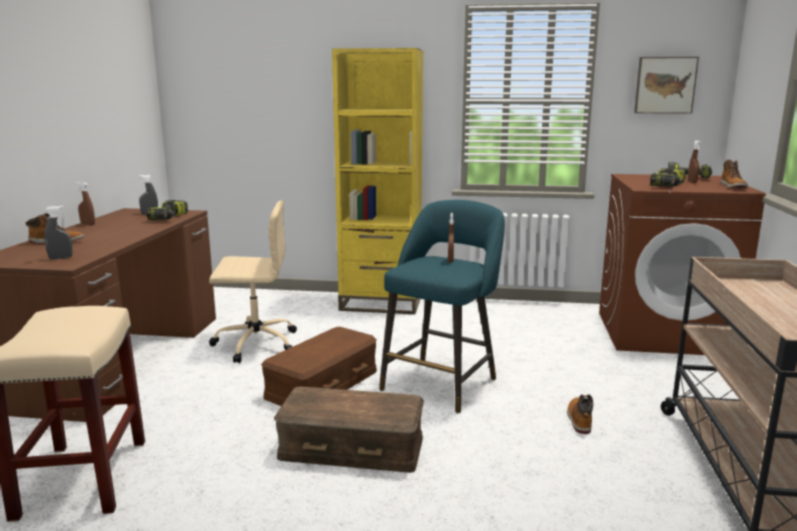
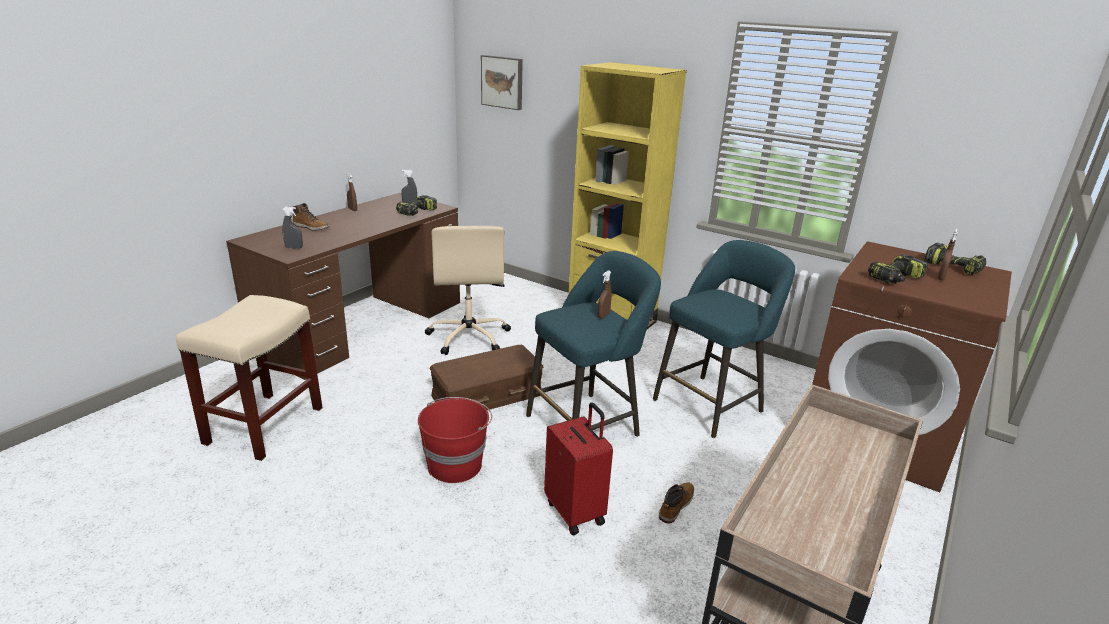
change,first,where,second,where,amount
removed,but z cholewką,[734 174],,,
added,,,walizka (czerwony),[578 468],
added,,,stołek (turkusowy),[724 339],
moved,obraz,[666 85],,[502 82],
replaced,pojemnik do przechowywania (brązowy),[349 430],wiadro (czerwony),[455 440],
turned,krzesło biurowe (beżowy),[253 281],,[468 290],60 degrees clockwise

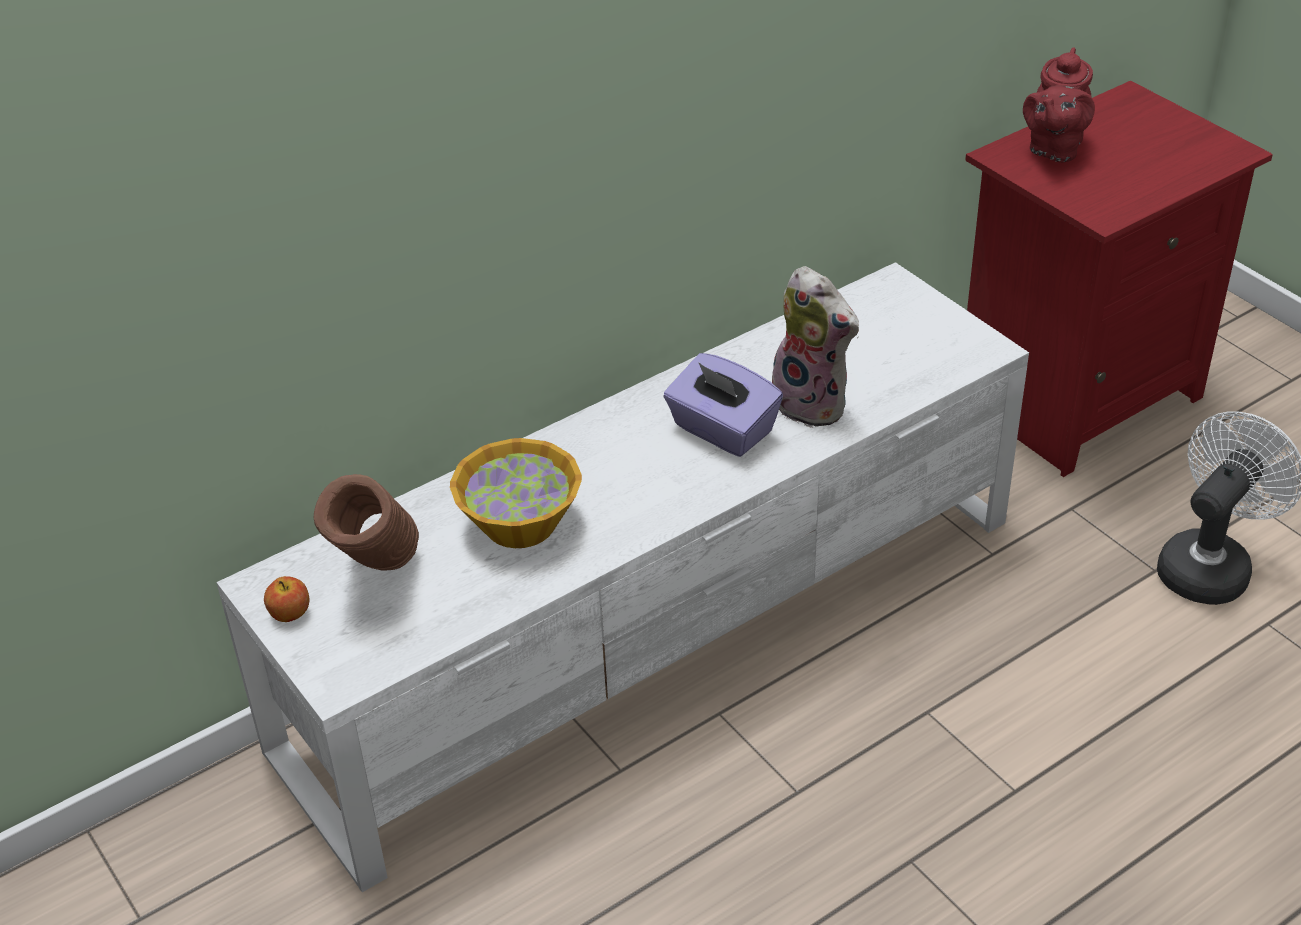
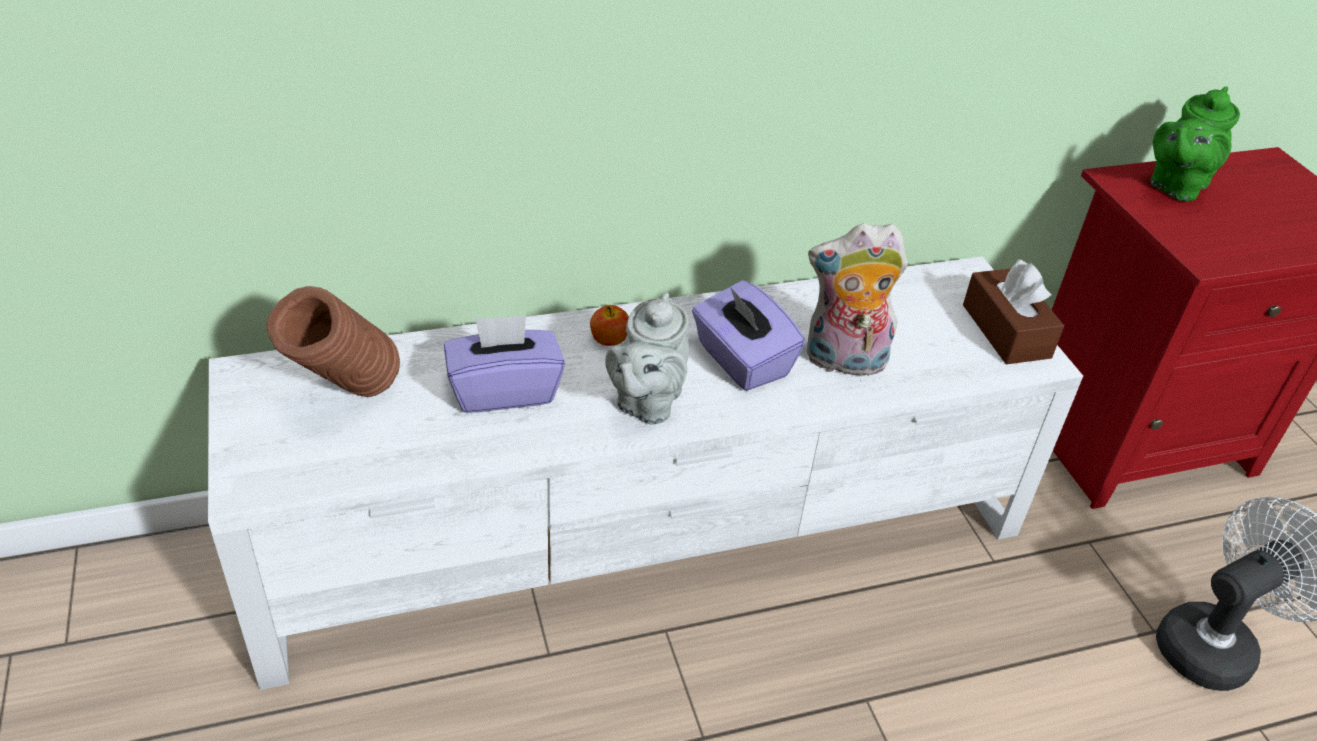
change,first,where,second,where,amount
added,,,imbryk (szary),[647 359],
added,,,pudełko chusteczek (brązowy),[1013 311],
moved,jabłko,[286 599],,[609 325],
replaced,miska,[516 493],pudełko chusteczek (fioletowy),[504 364],
recoloured,imbryk (czerwony),[1059 105],imbryk (zielony),[1195 144],
turned,pluszak,[815 347],,[857 302],120 degrees clockwise

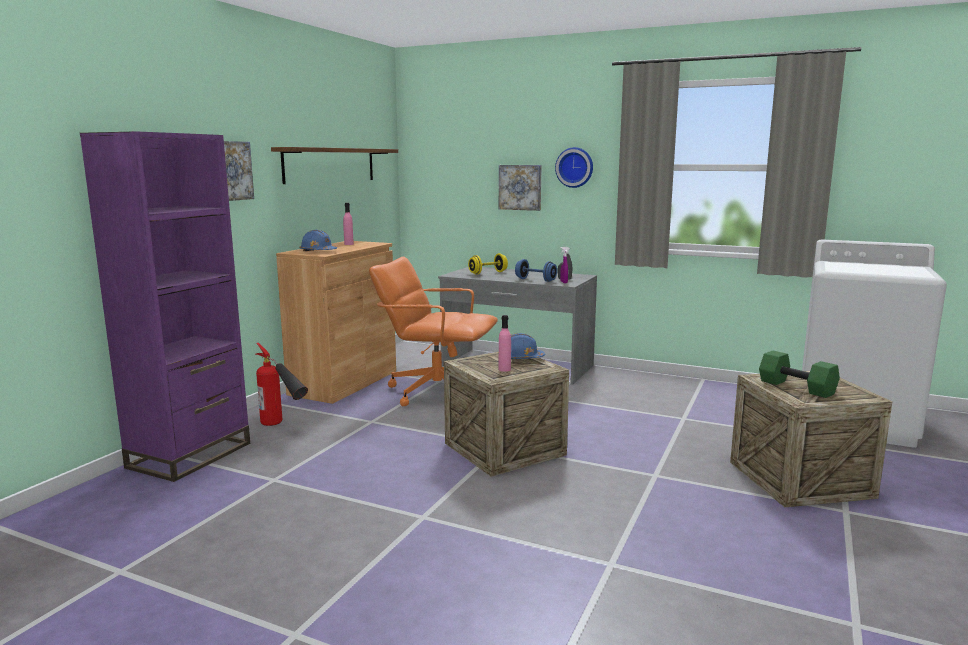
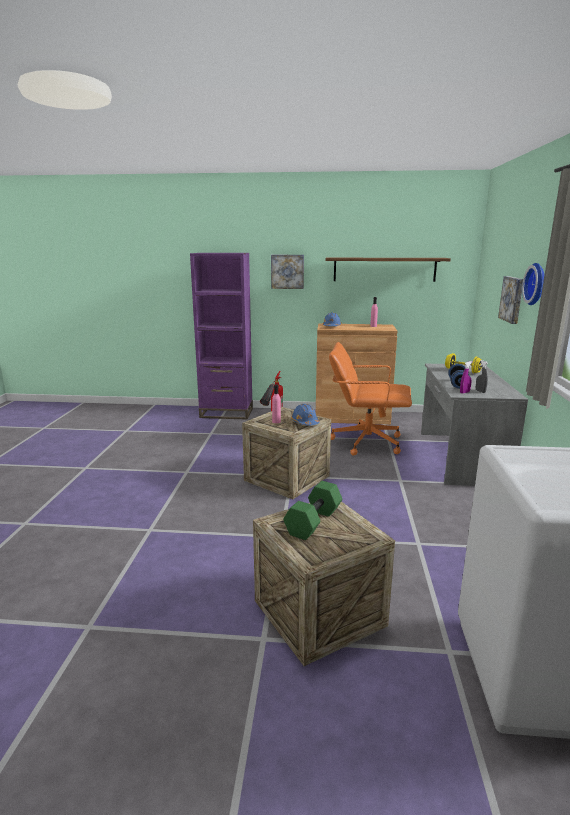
change,first,where,second,where,amount
turned,krzesło biurowe (pomarańczowy),[433 331],,[370 399],75 degrees counterclockwise

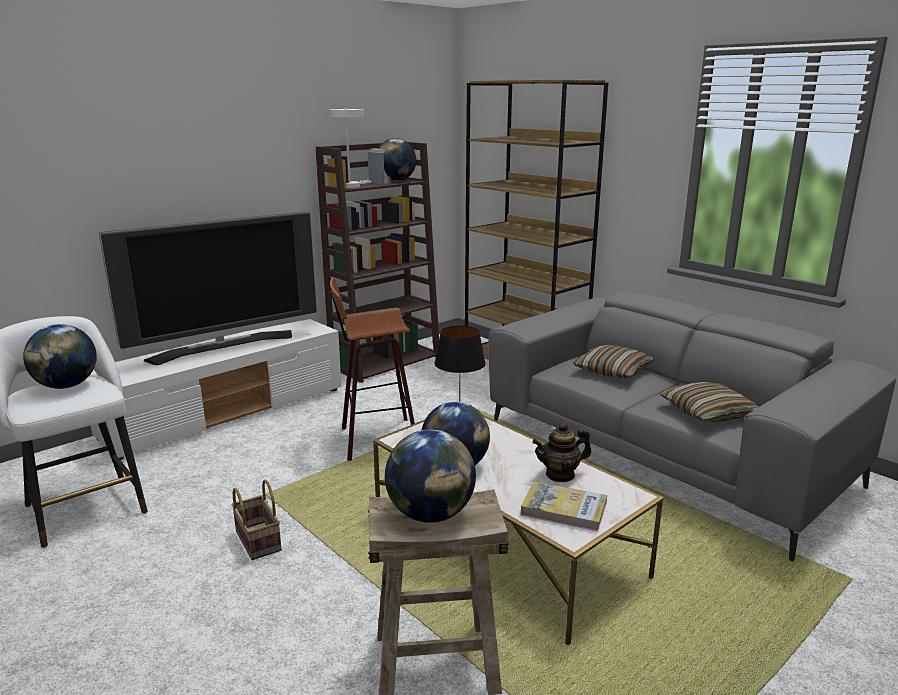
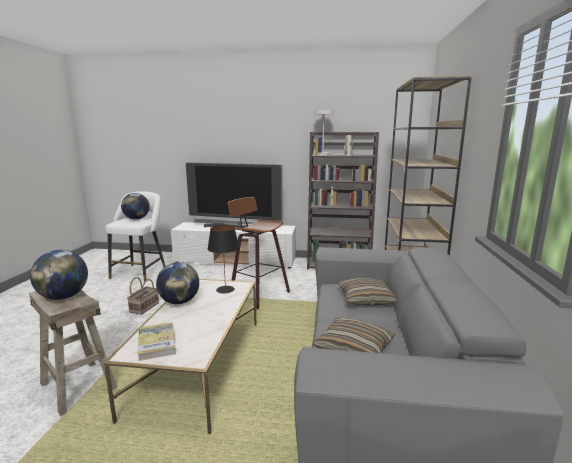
change,first,where,second,where,amount
removed,globus,[397 160],,,
removed,imbryk,[562 452],,,

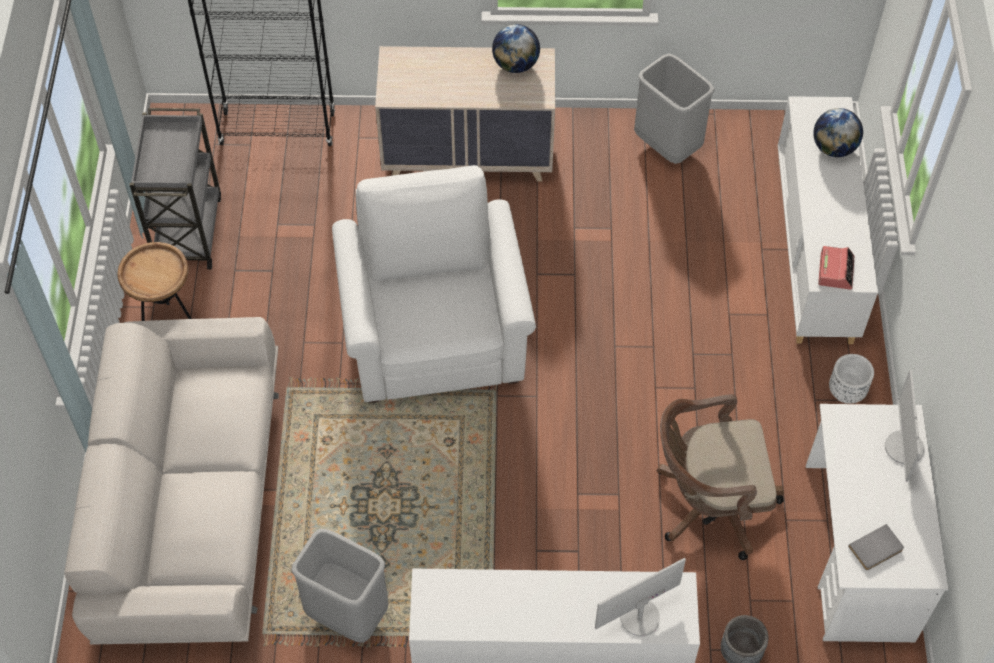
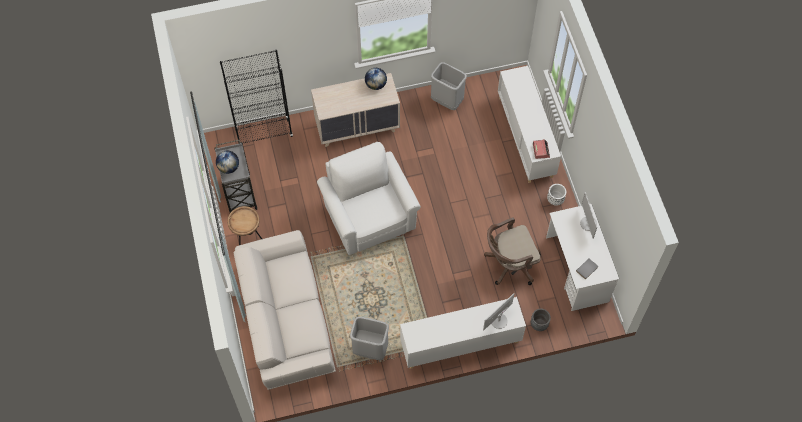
change,first,where,second,where,amount
moved,globus,[838 132],,[227 162],

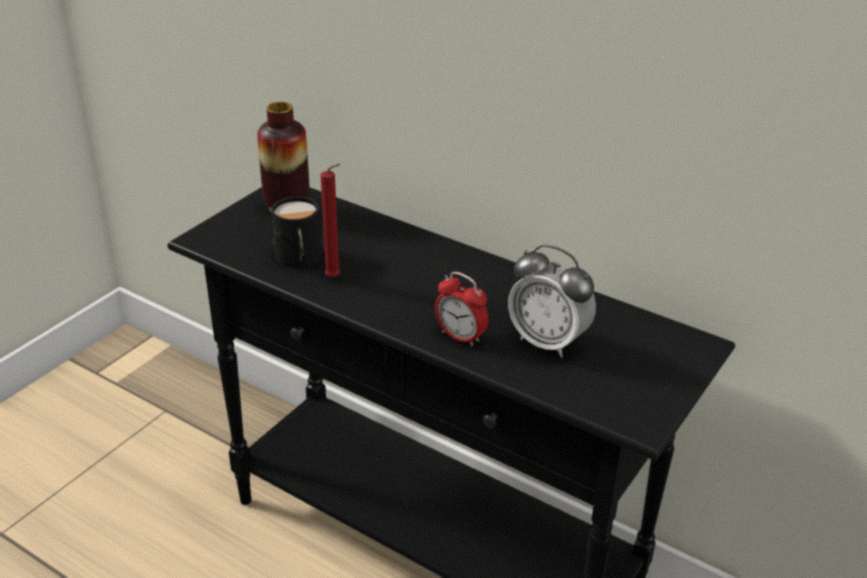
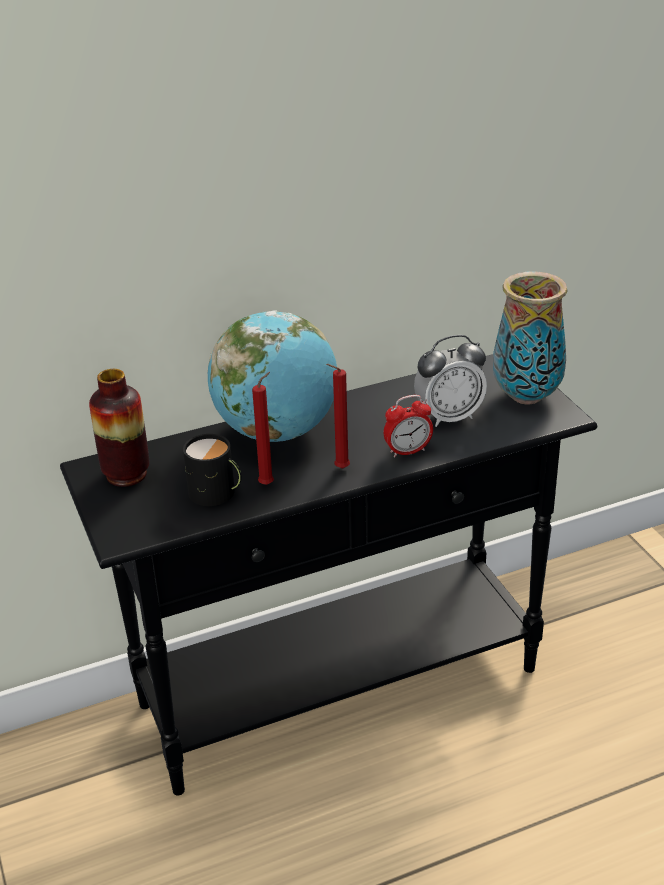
change,first,where,second,where,amount
added,,,globus,[272 376],
added,,,świeca (czerwony),[338 416],
added,,,wazon,[530 338],

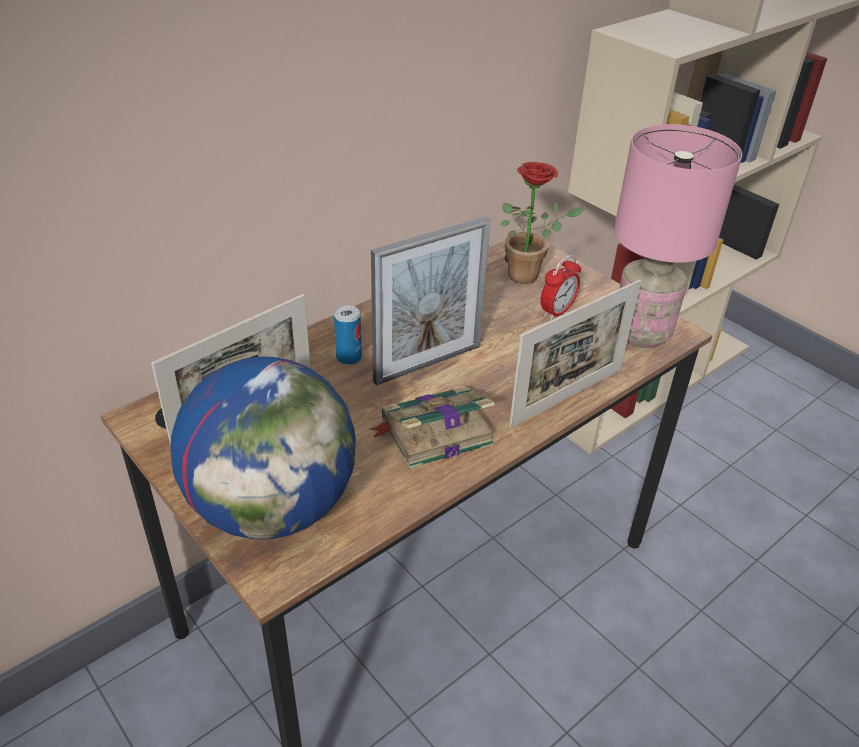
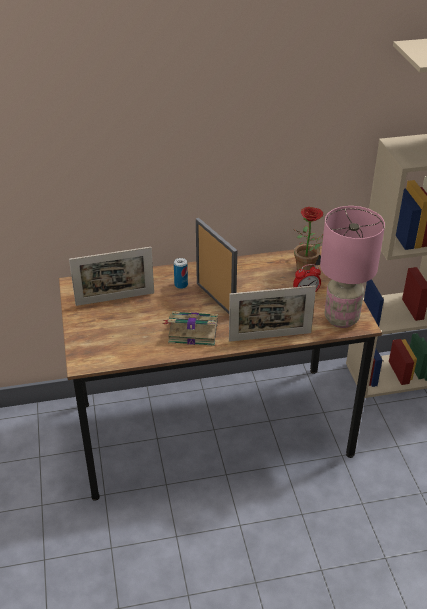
change,first,where,second,where,amount
removed,globus,[263 448],,,
turned,ramka na zdjęcie,[431 301],,[216 266],120 degrees counterclockwise

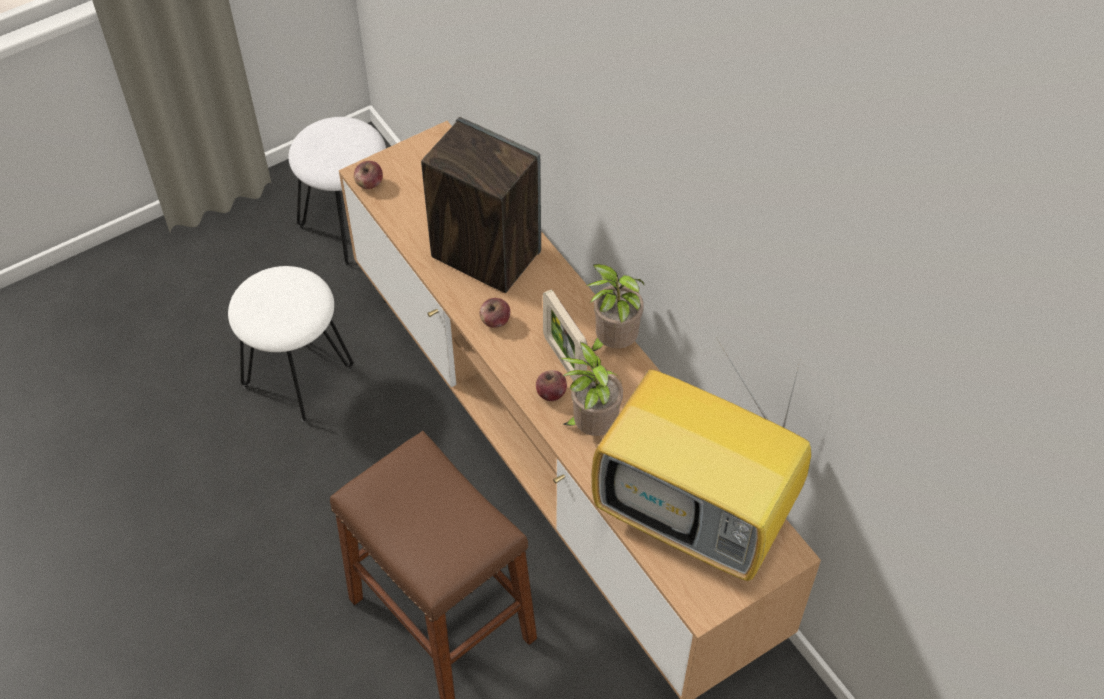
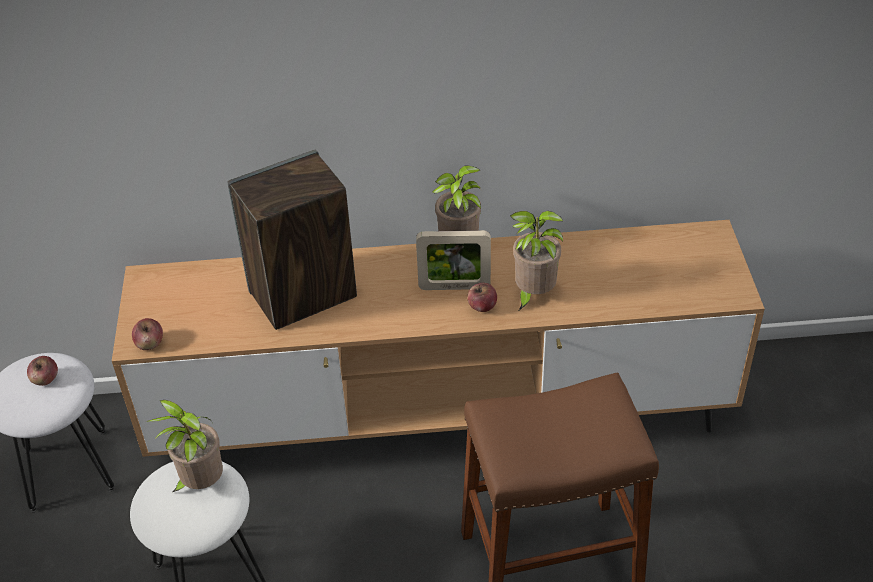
change,first,where,second,where,amount
removed,telewizor,[701 458],,,
added,,,roślina doniczkowa,[184 446],
moved,jabłko,[494 313],,[42 371],

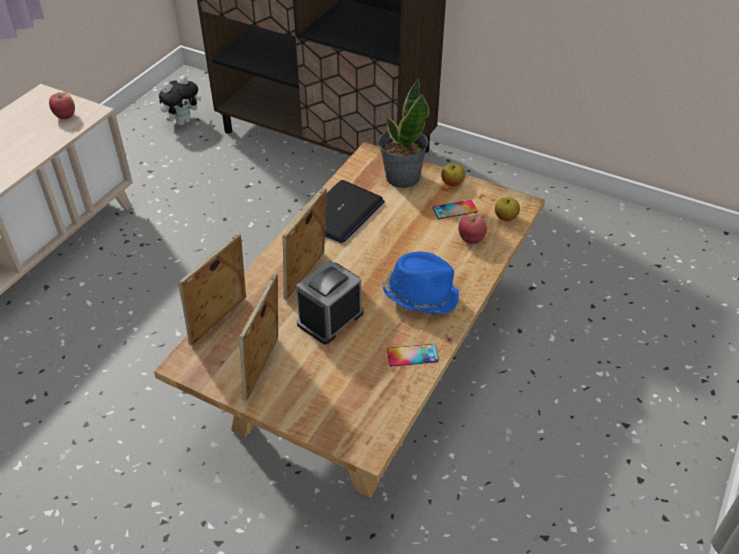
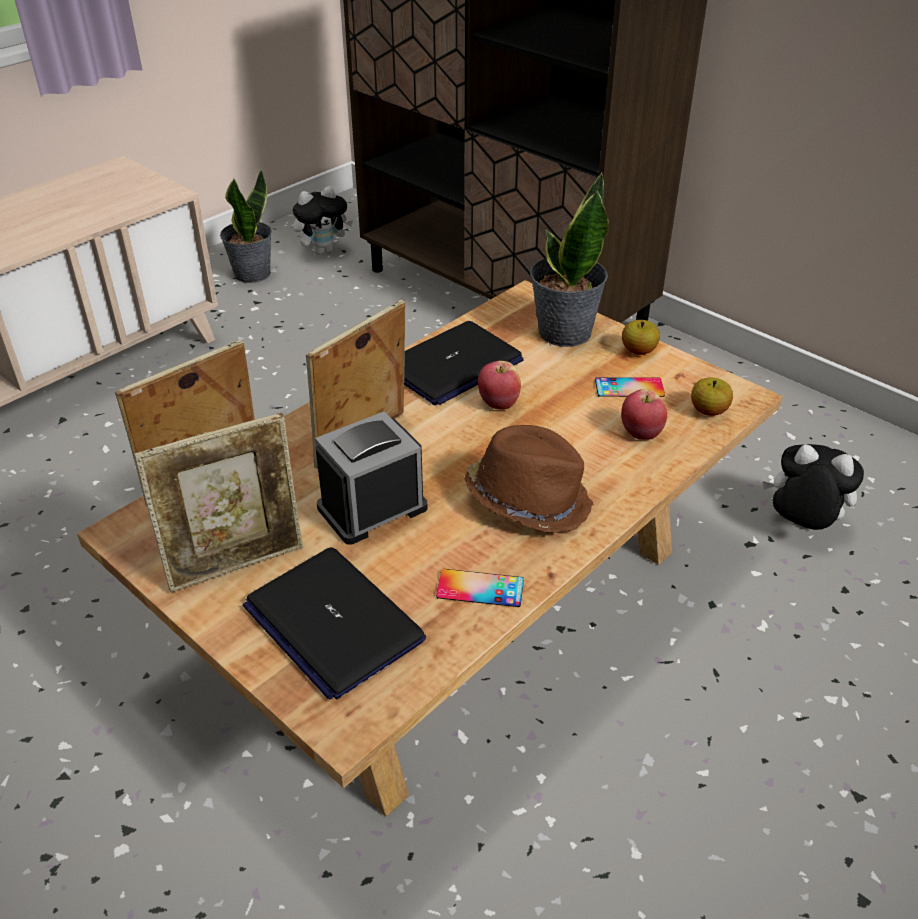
change,first,where,second,where,amount
added,,,roślina doniczkowa,[246 226],
added,,,laptop,[334 623],
added,,,pluszak,[813 487],
moved,jabłko,[62 105],,[499 385],
recoloured,kapelusz (niebieski),[421 282],kapelusz (brązowy),[529 479],
turned,ramka na zdjęcie,[258 337],,[218 503],150 degrees counterclockwise

